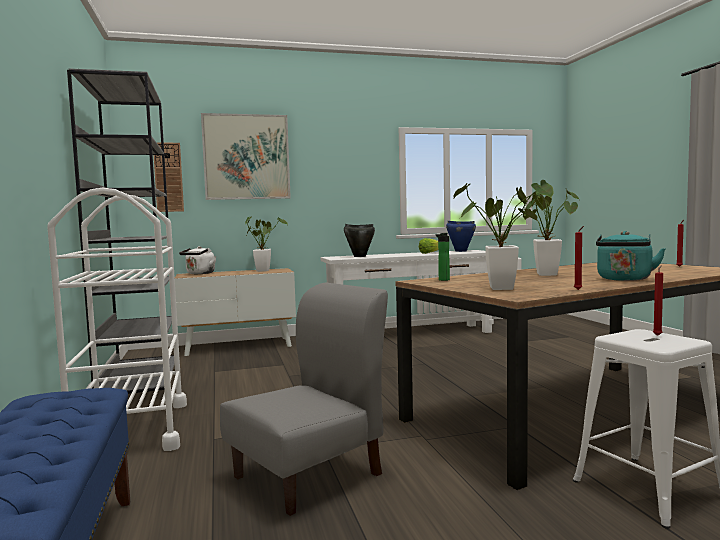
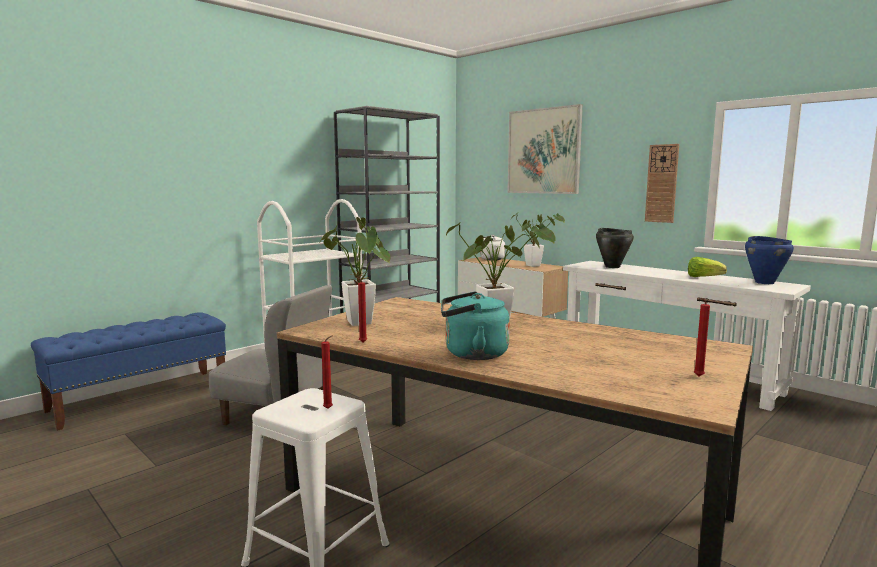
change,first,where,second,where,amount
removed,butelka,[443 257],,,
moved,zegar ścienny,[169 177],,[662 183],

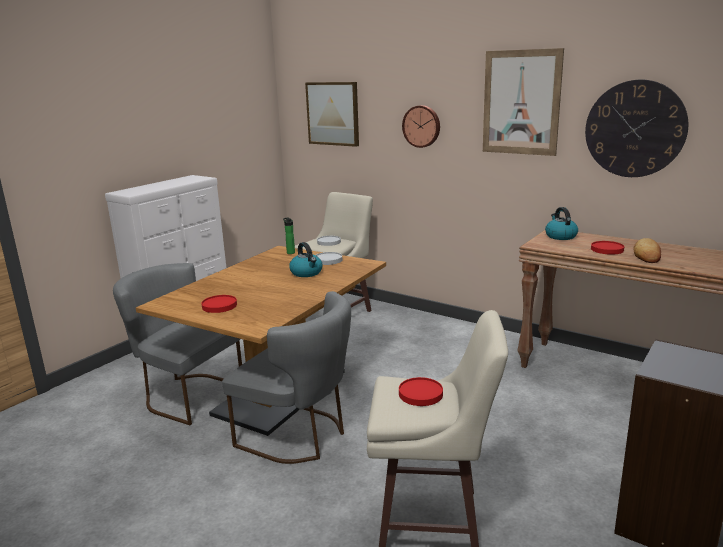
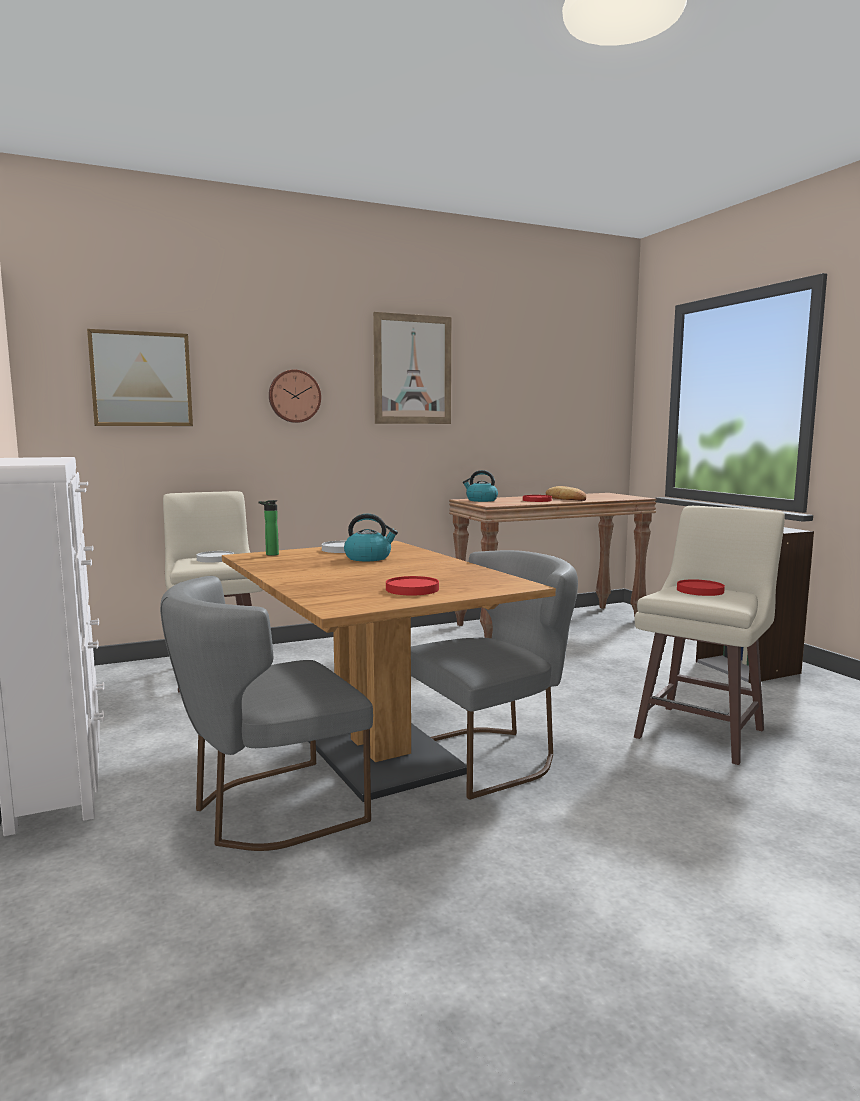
change,first,where,second,where,amount
removed,zegar ścienny,[636 128],,,

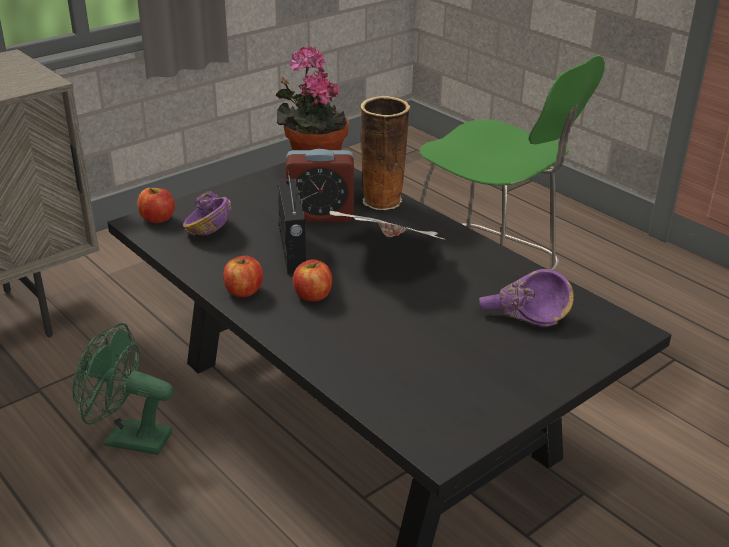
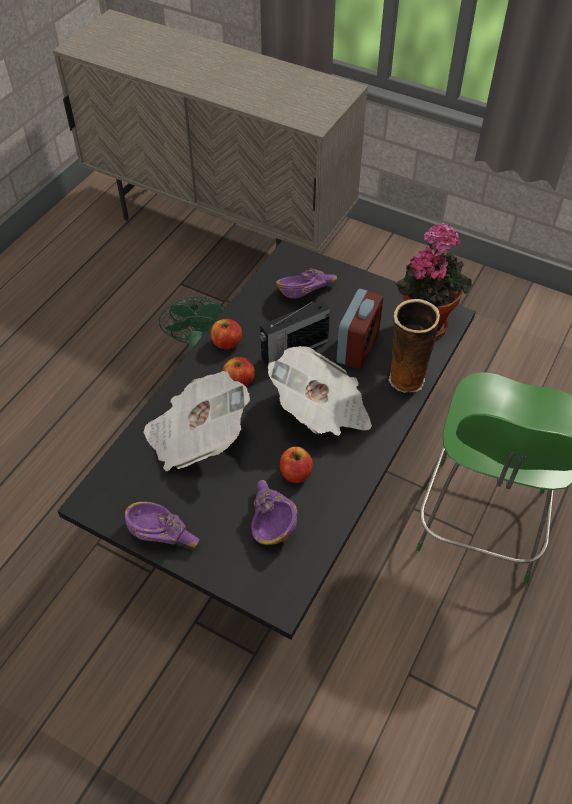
change,first,where,second,where,amount
added,,,miska (fioletowy),[162 525],
added,,,gazeta,[196 421],
moved,jabłko,[156 205],,[296 465],
turned,budzik,[320 185],,[360 329],135 degrees counterclockwise

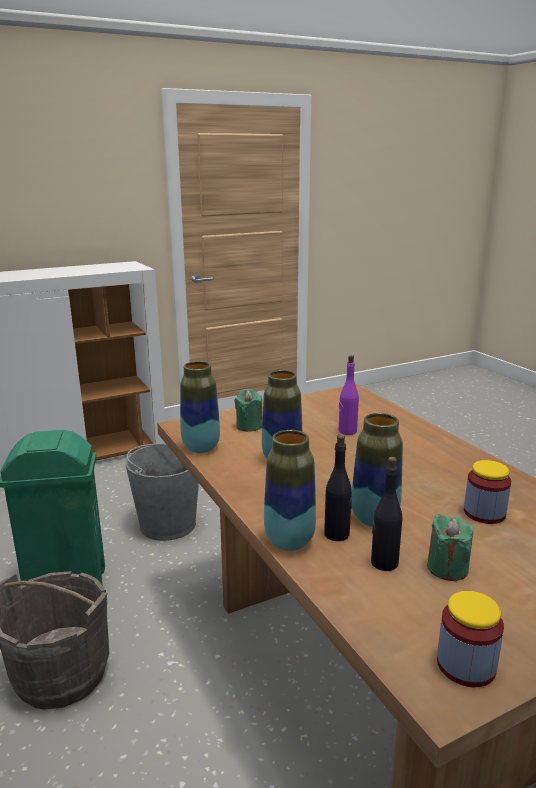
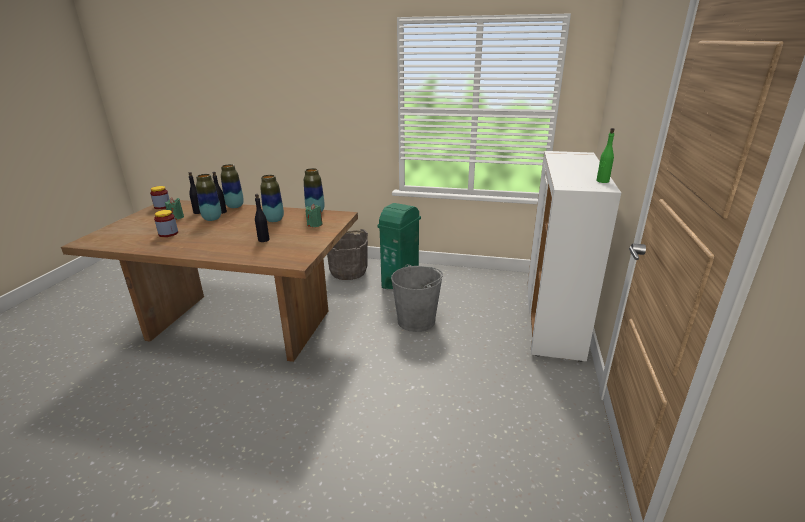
change,first,where,second,where,amount
added,,,butelka (zielony),[605 155],
recoloured,butelka (fioletowy),[349 395],butelka (czarny),[262 218],

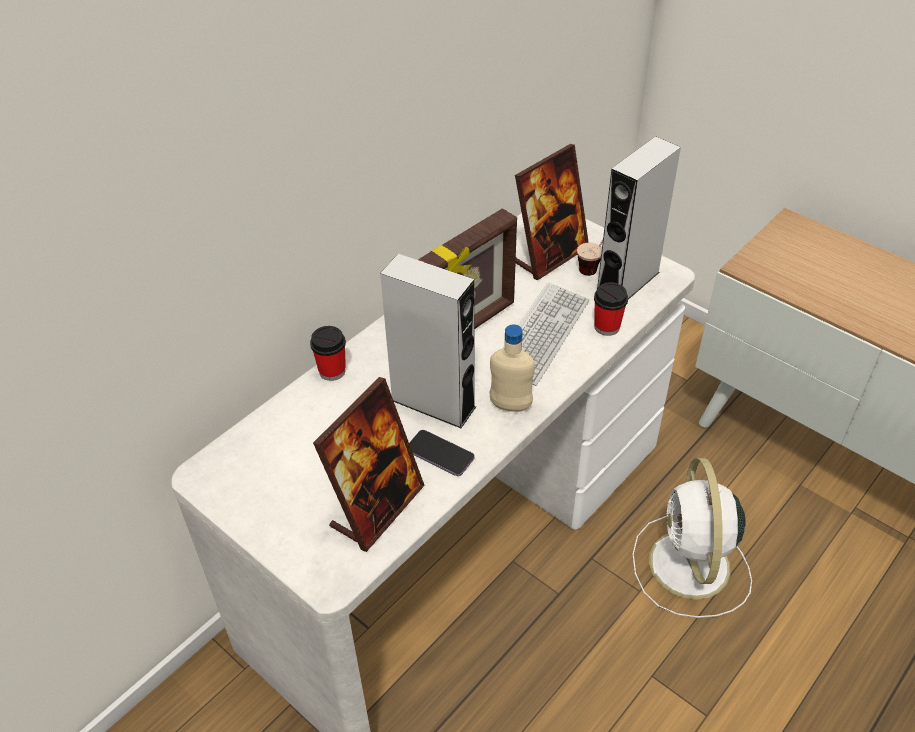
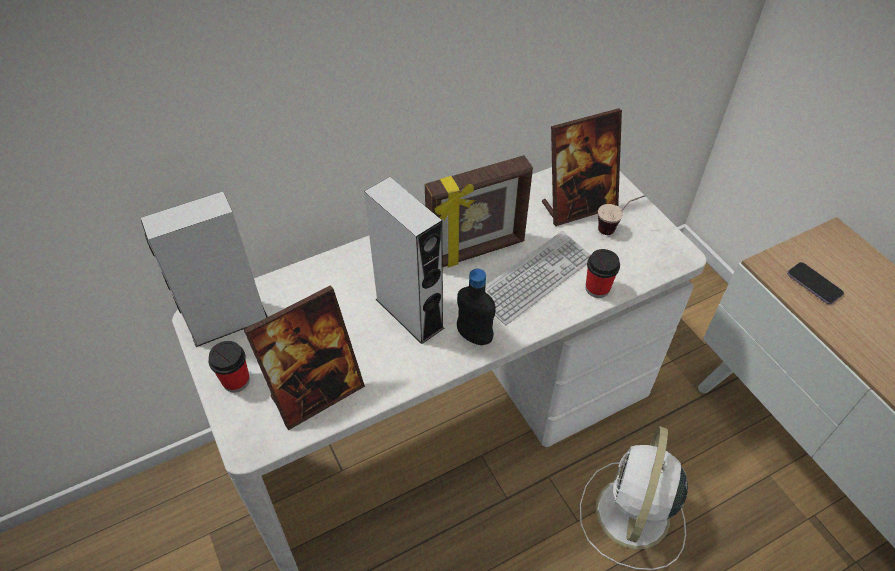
change,first,where,second,where,amount
moved,filiżanka,[328 353],,[229 367],
moved,telefon,[441 453],,[815 283],
moved,głośnik (szary),[639 218],,[204 269],
recoloured,butelka (beżowy),[512 368],butelka (czarny),[476 307],

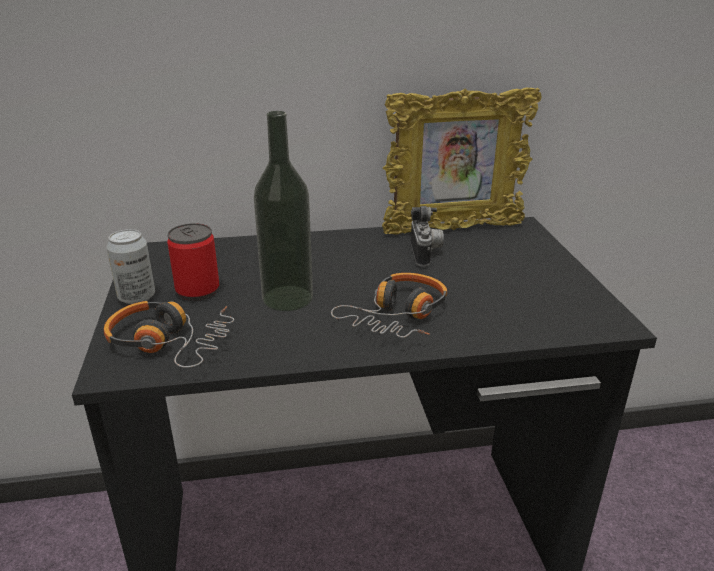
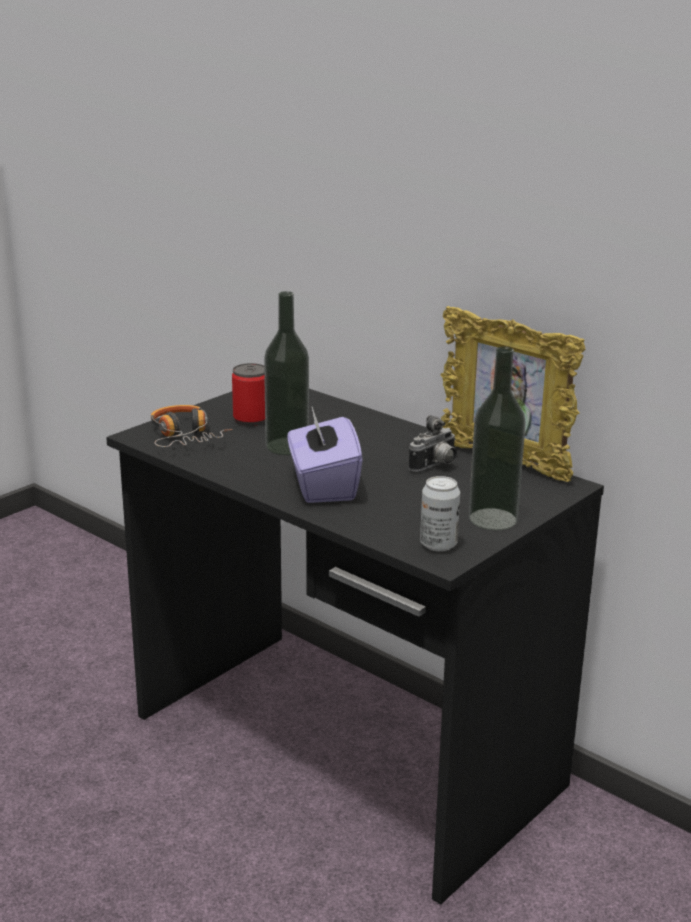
change,first,where,second,where,amount
added,,,butelka,[497 438],
moved,puszka,[131 266],,[440 514],
replaced,słuchawki,[389 305],pudełko chusteczek (fioletowy),[324 455],

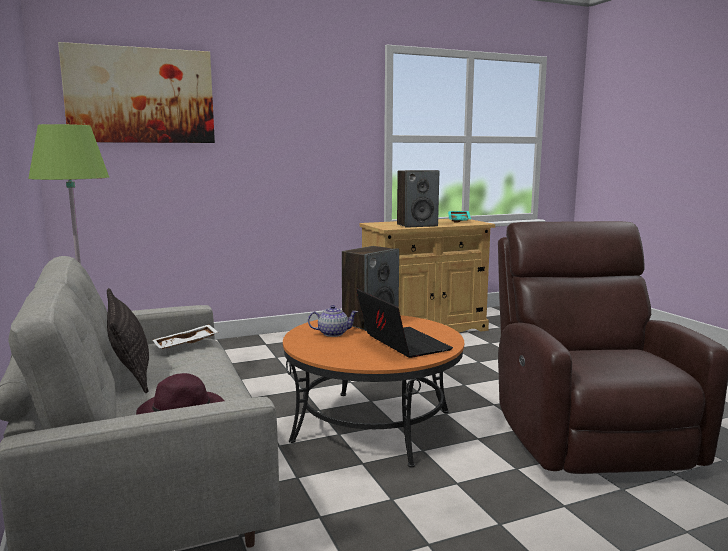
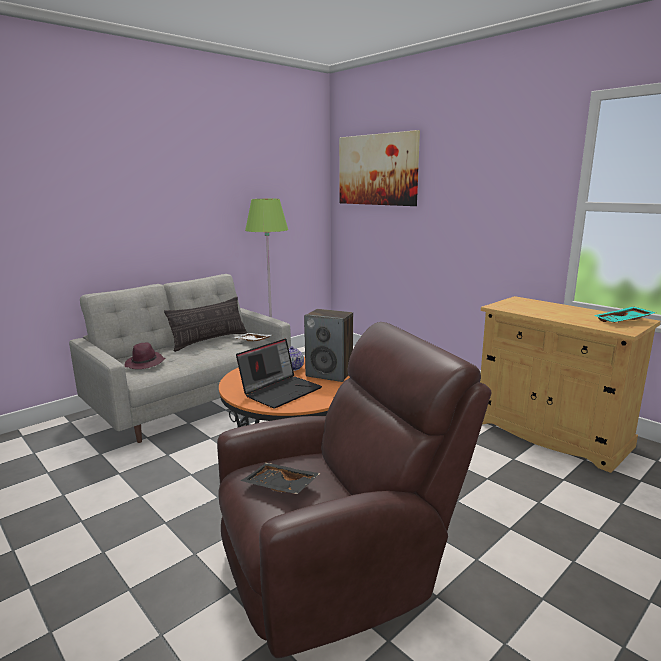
change,first,where,second,where,amount
removed,głośnik,[418 199],,,
added,,,taca (czarny),[281 478],

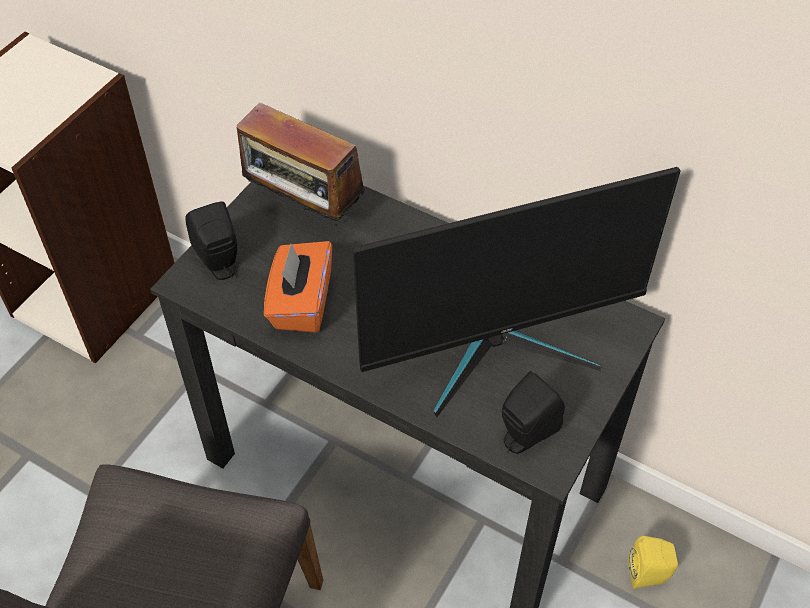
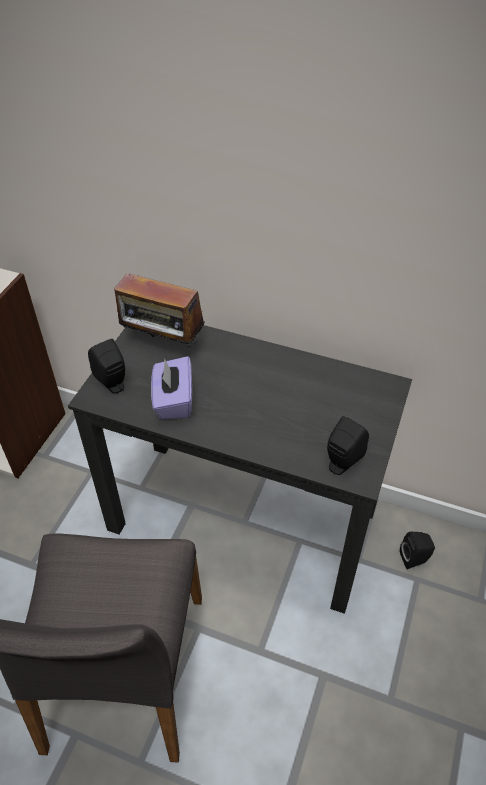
change,first,where,second,where,amount
removed,monitor,[517 292],,,
recoloured,pudełko chusteczek (pomarańczowy),[298 286],pudełko chusteczek (fioletowy),[171 387],
recoloured,głośnik (żółty),[653 562],głośnik (czarny),[417 550],

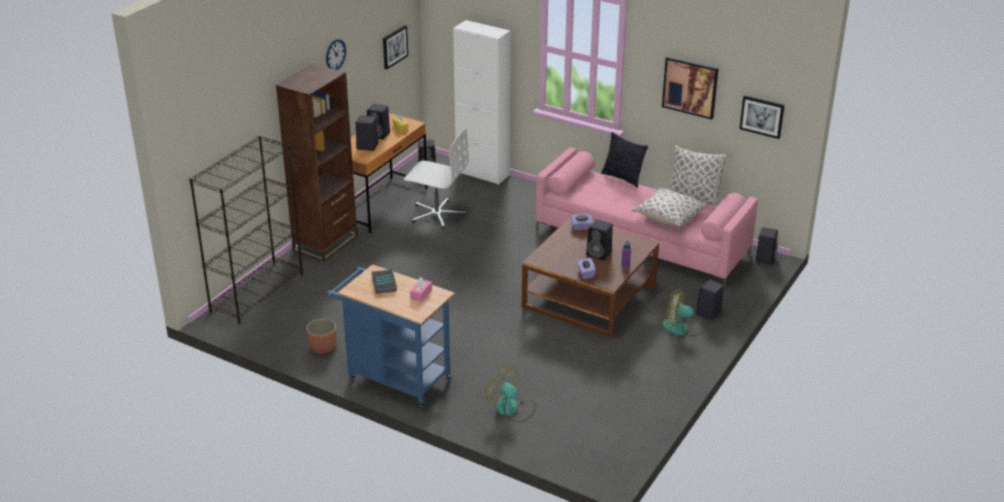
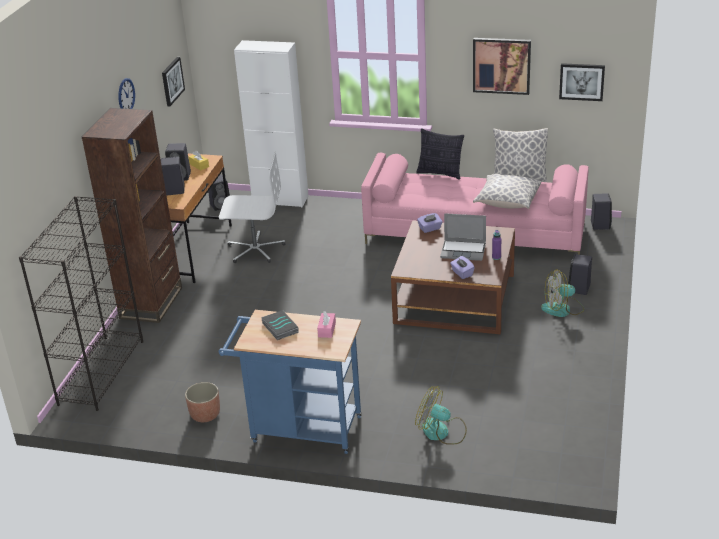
change,first,where,second,where,amount
replaced,głośnik (czarny),[599 239],laptop,[463 237],

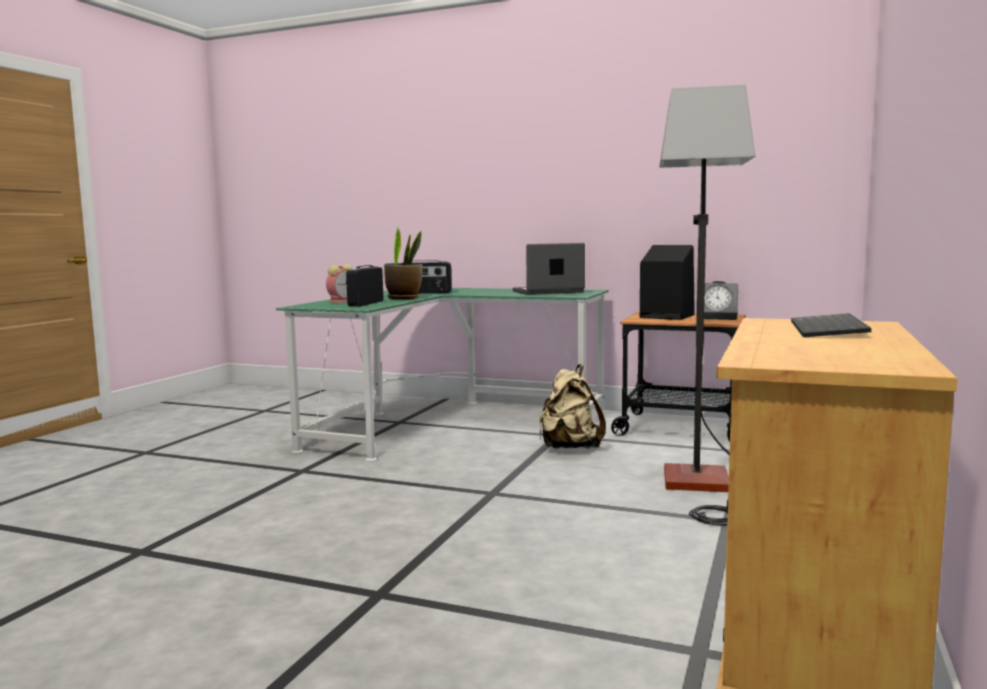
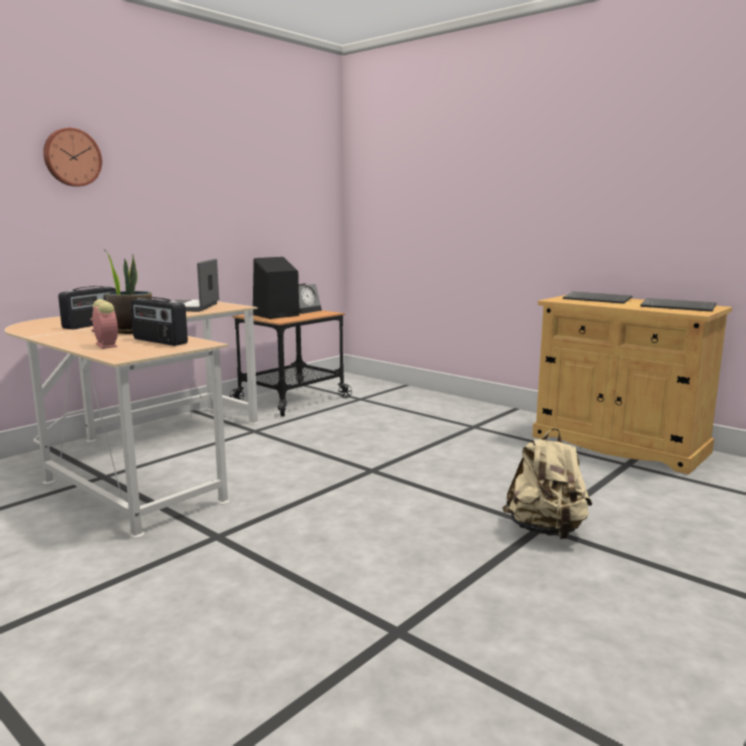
change,first,where,second,where,amount
removed,lampa stojąca,[707 304],,,
added,,,zegar ścienny,[72 157],
added,,,klawiatura,[678 305],
moved,plecak (beżowy),[572 406],,[547 483],
recoloured,biurko (zielony),[442 374],biurko (beżowy),[131 419],

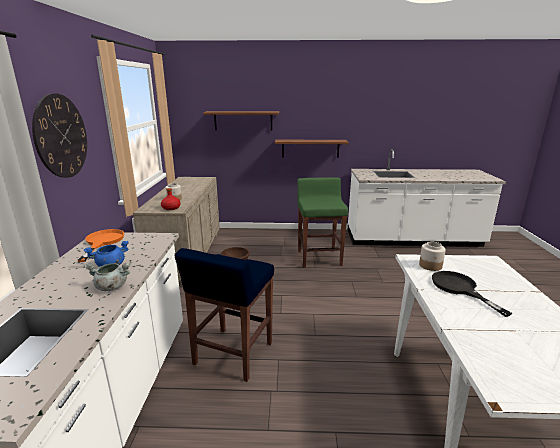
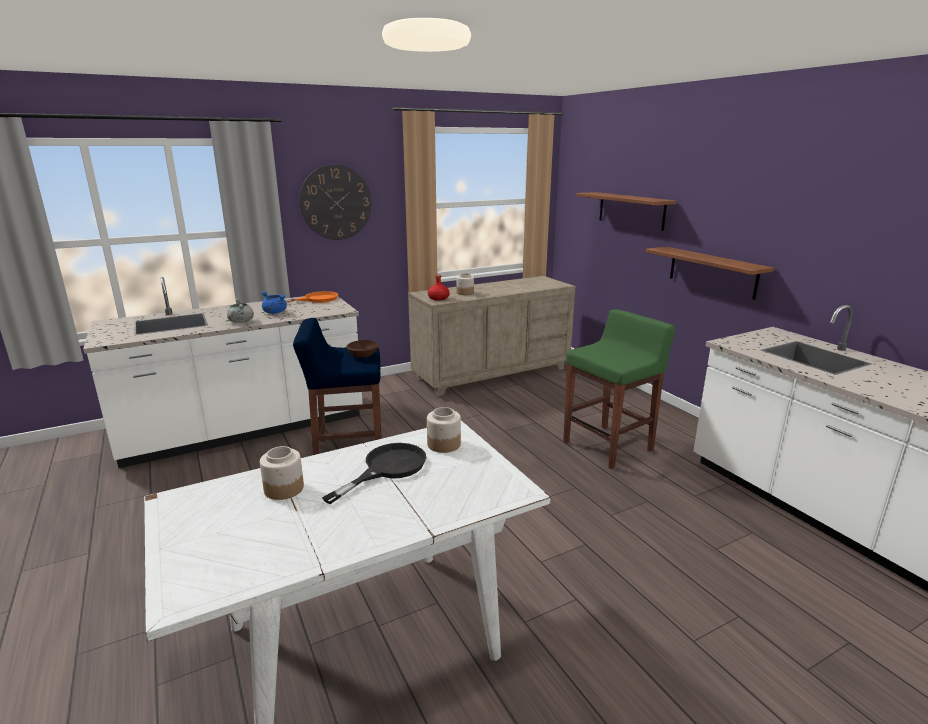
change,first,where,second,where,amount
added,,,słoik,[282 473],

